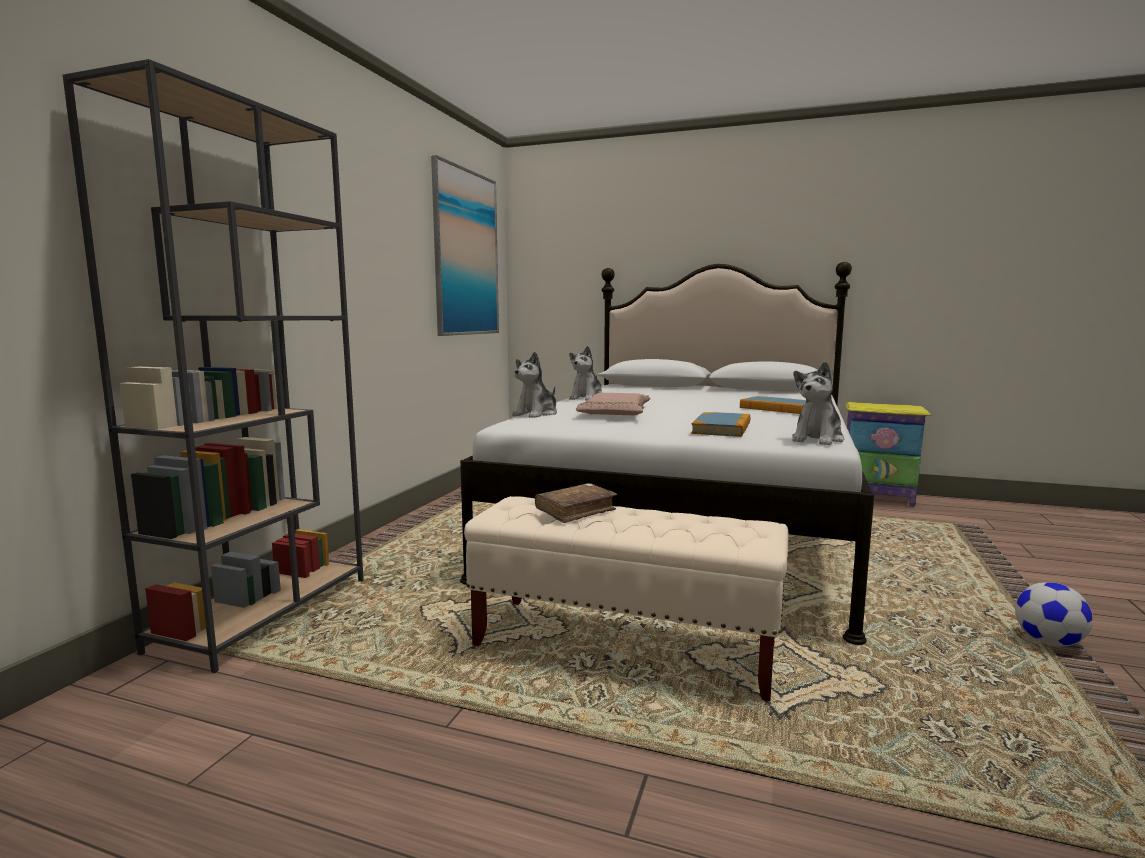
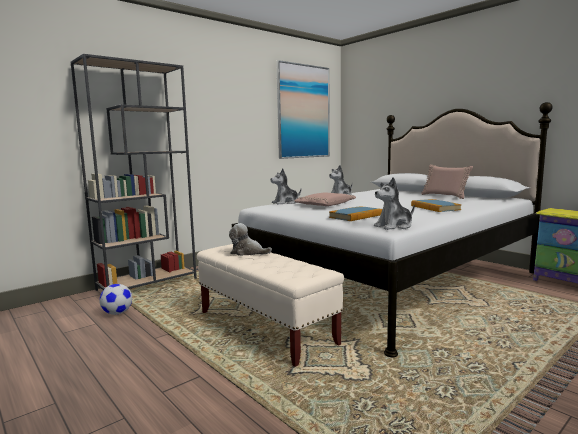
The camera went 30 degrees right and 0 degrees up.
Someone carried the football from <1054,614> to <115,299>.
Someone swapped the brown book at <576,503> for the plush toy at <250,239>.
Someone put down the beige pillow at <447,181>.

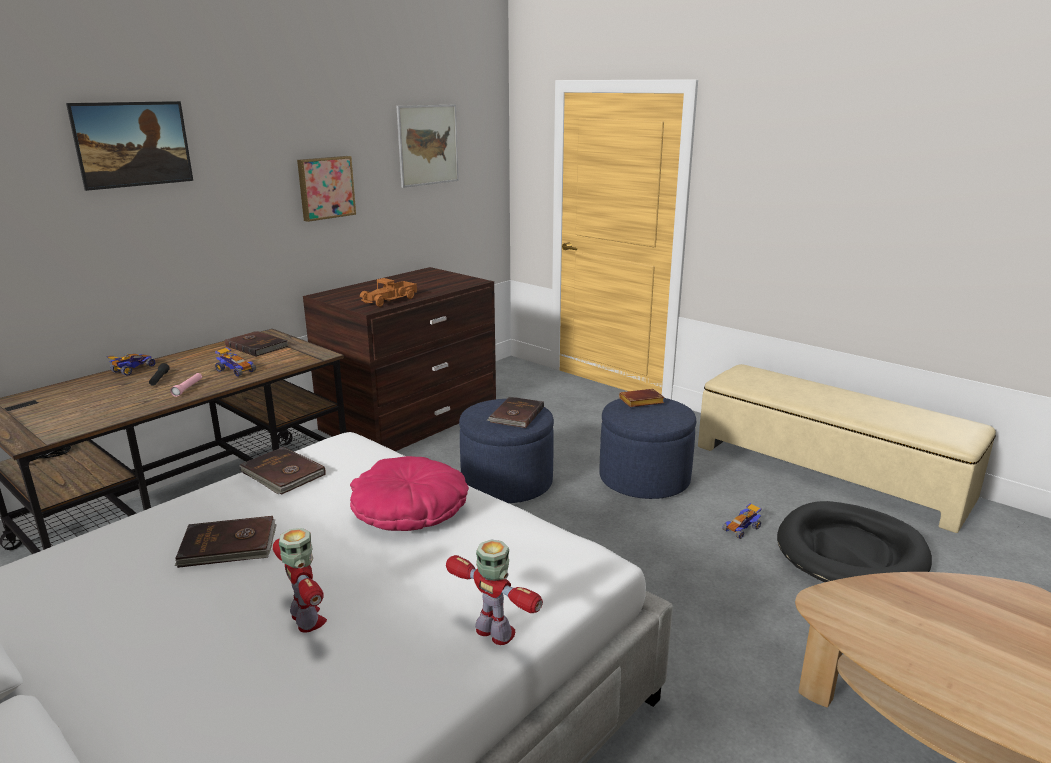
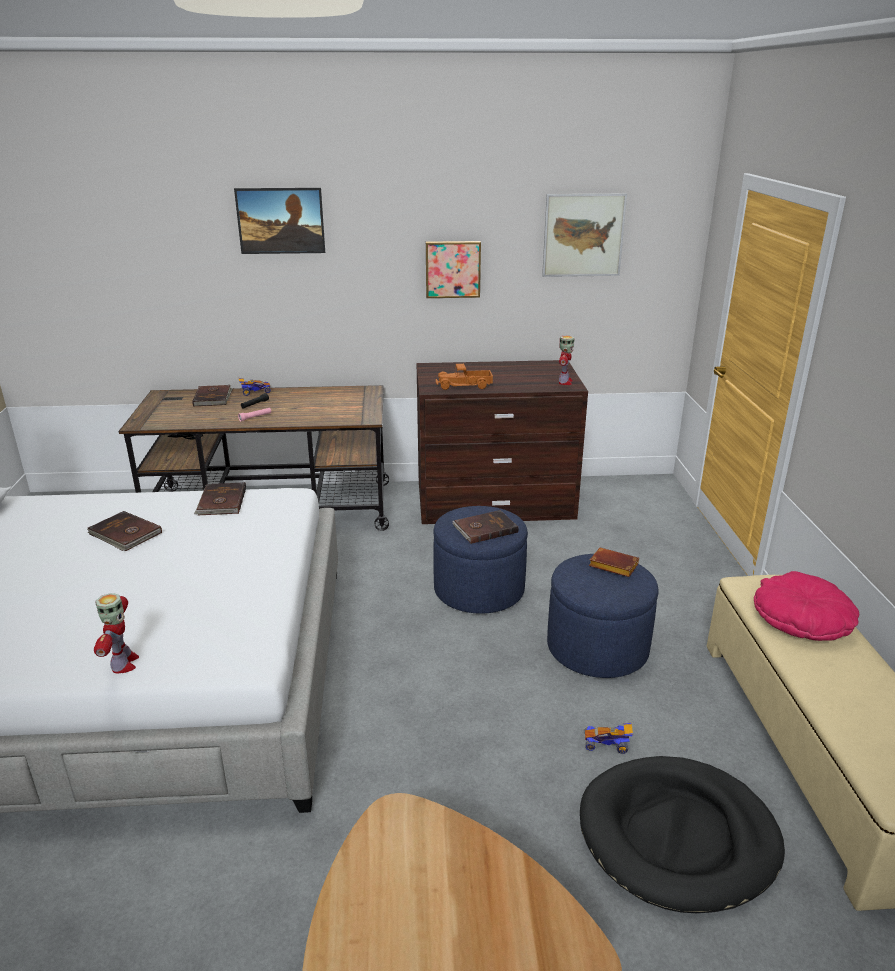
The camera went 45 degrees right and 5 degrees up.
Someone carried the brown book from <256,344> to <212,396>.
Someone carried the toy robot from <300,580> to <567,360>.
Someone carried the pink pillow from <409,493> to <806,606>.
Someone took away the toy car at <235,362>.

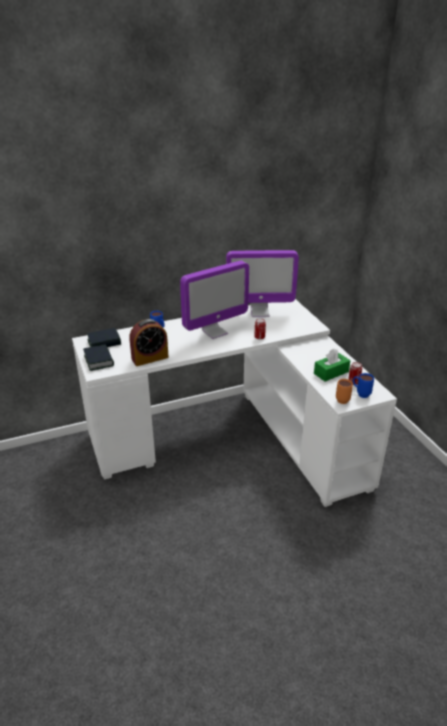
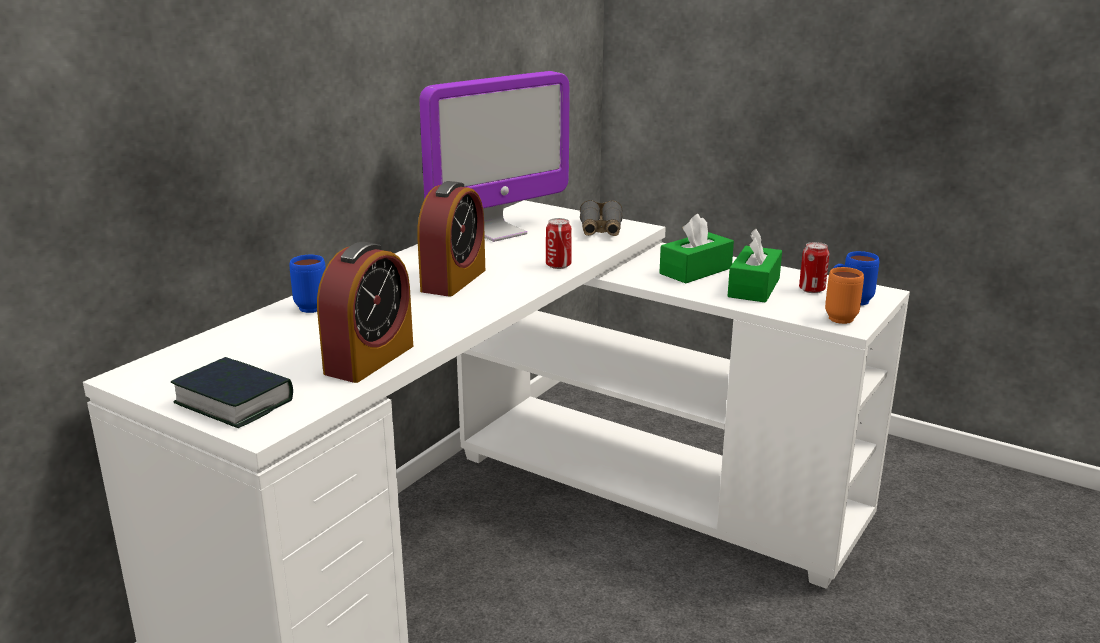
The camera went 35 degrees left and 10 degrees down.
Someone swapped the monitor at <214,299> for the alarm clock at <451,238>.
Someone put down the grey binoculars at <601,218>.
Someone put down the green tissue box at <696,248>.
Someone took away the book at <104,337>.

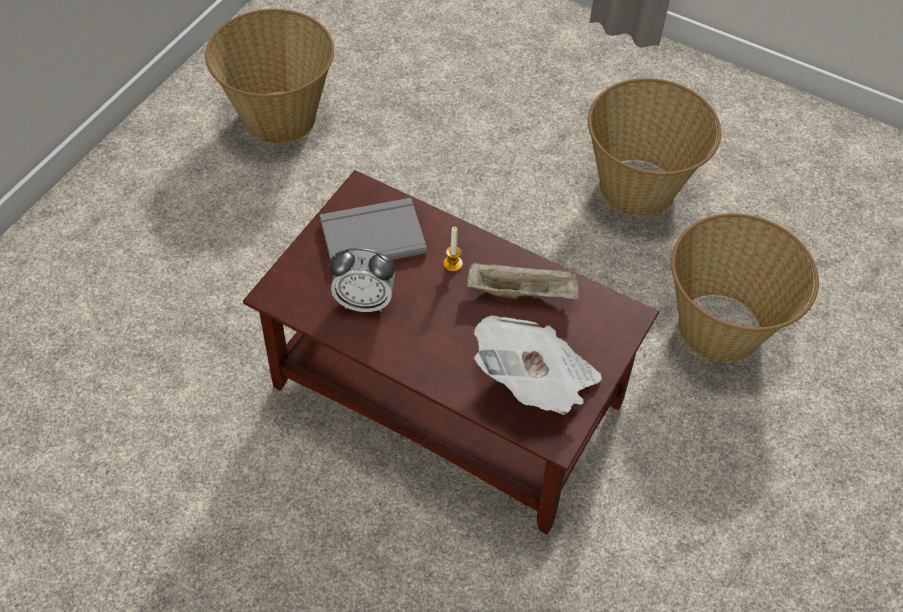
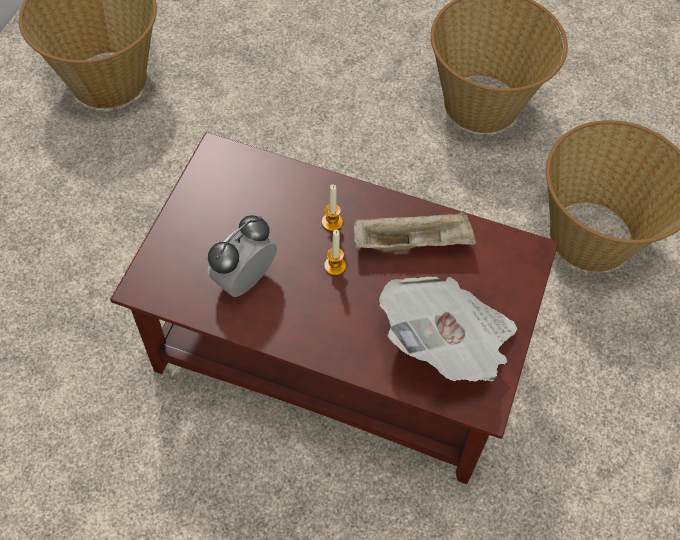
The camera went 10 degrees left and 5 degrees up.
Someone rotated the alarm clock at <362,280> by 135 degrees clockwise.
Someone put down the candle at <335,253>.
Someone took away the grey book at <373,229>.

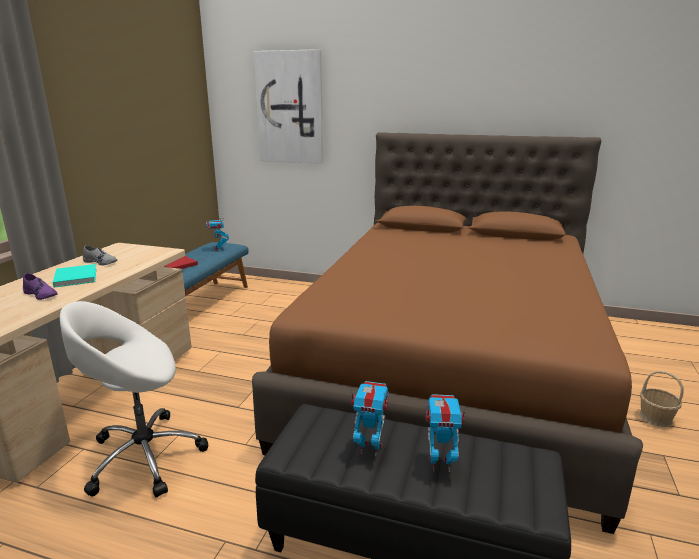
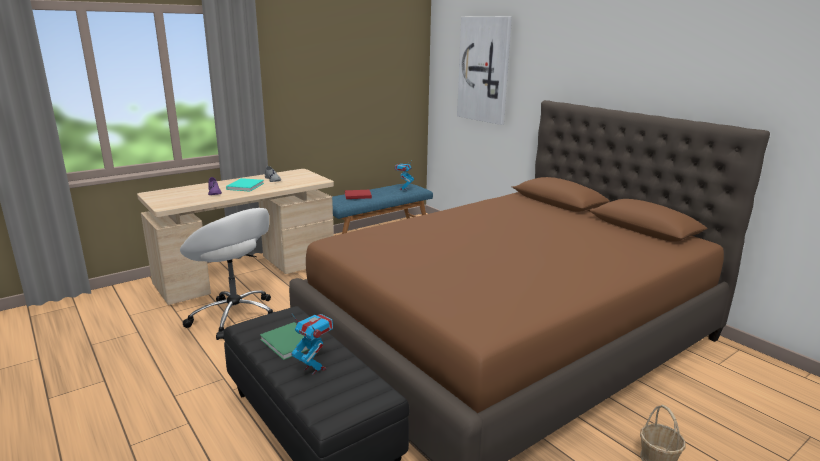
The camera went 35 degrees right and 0 degrees up.
Someone rotated the white office chair at <134,399> by 150 degrees counterclockwise.
Someone swapped the toy robot at <370,419> for the green book at <284,341>.

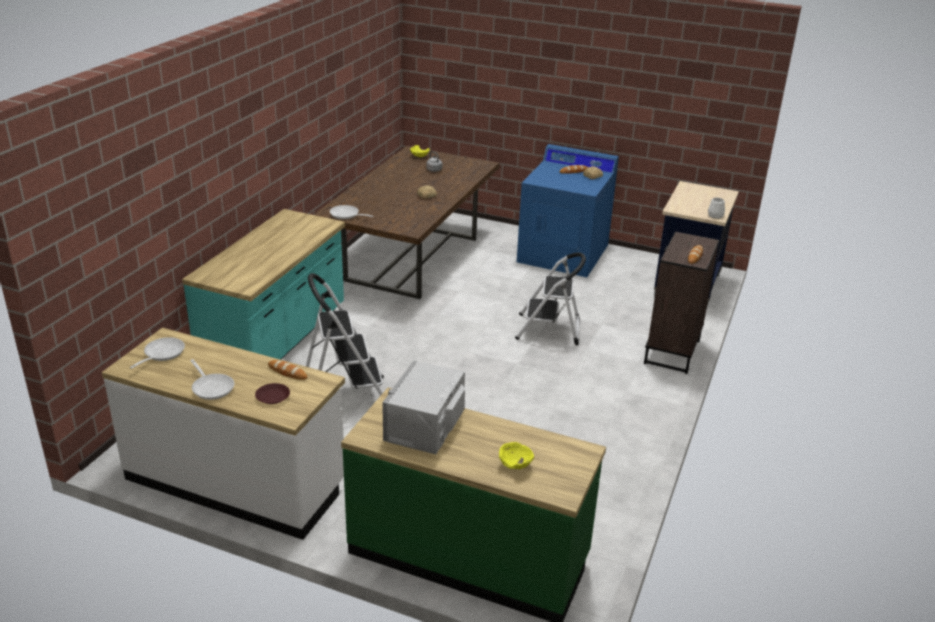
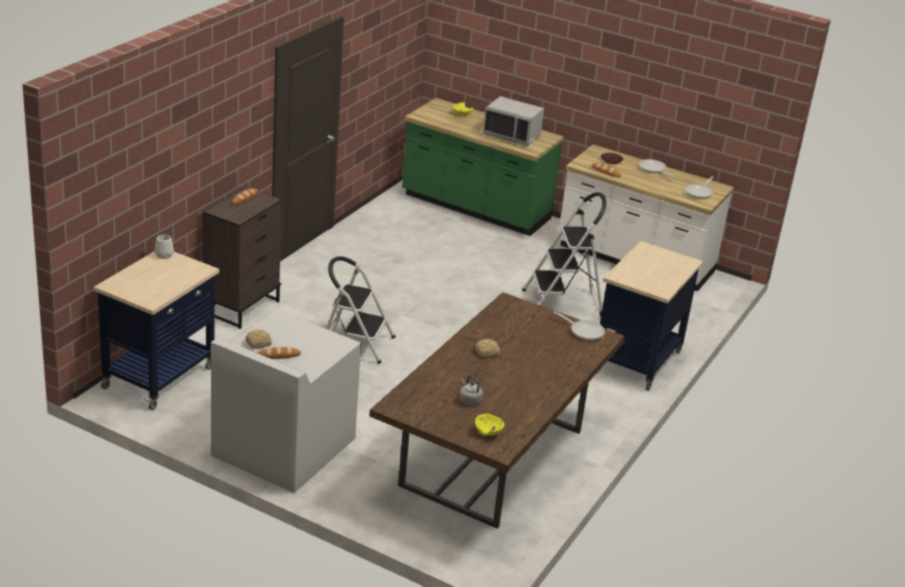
The camera went 175 degrees left and 0 degrees up.
Someone repainted the blue washing machine at <568,210>, which became the white washing machine at <286,401>.
Someone rotated the grey microwave at <423,407> by 90 degrees clockwise.
Someone swapped the turquoise counter at <263,284> for the blue cart at <651,316>.

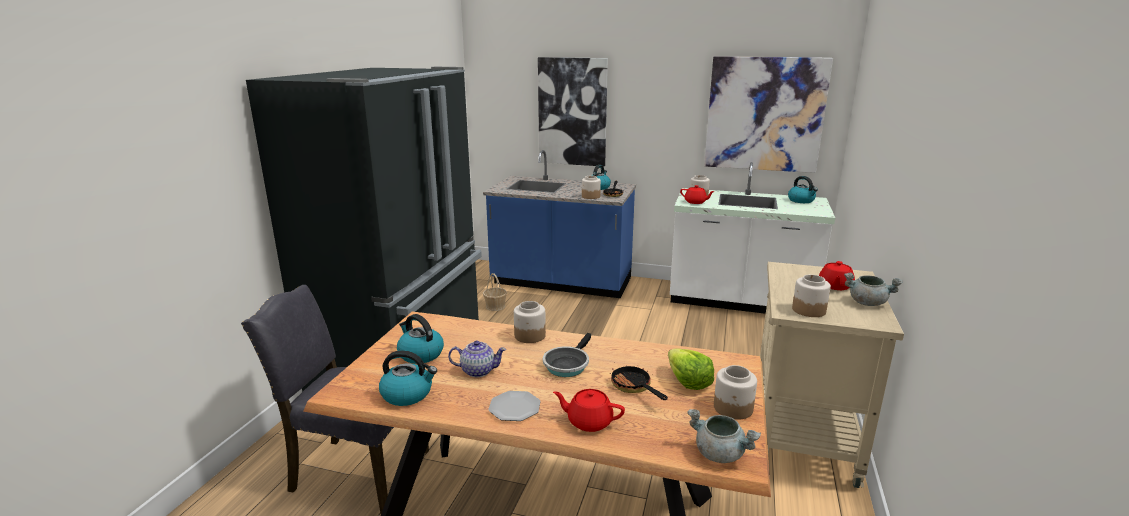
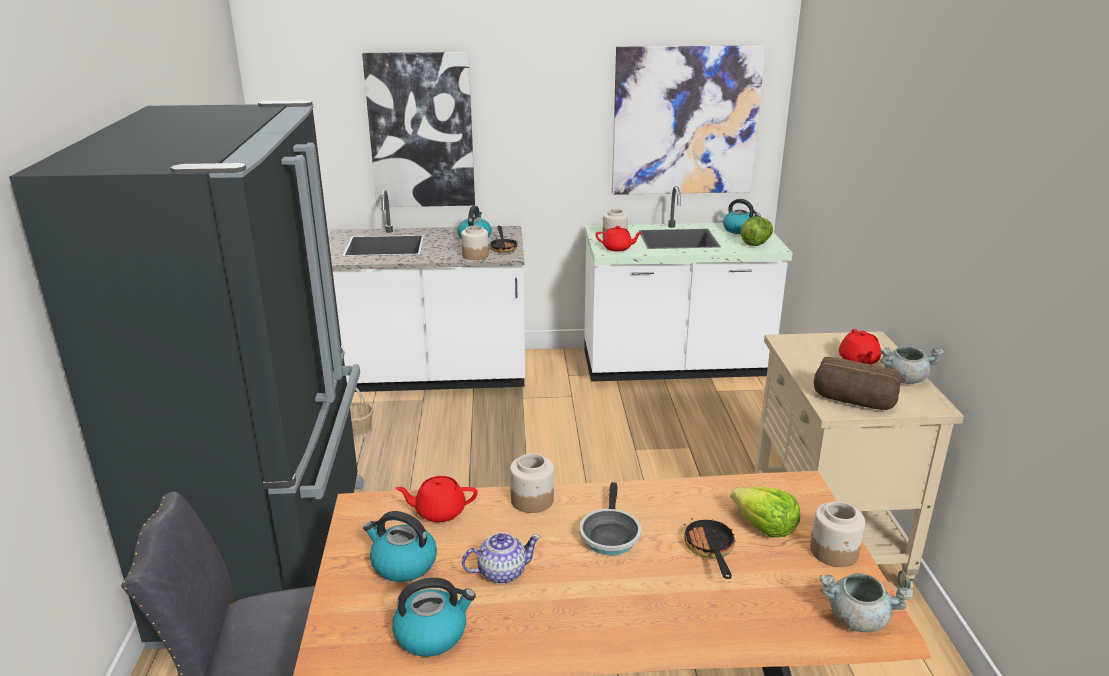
The camera went 20 degrees left and 5 degrees up.
Someone repainted the blue counter at <559,224>, which became the white counter at <426,291>.
Someone carried the red teapot from <589,410> to <436,499>.
Someone rotated the frying pan at <639,382> by 45 degrees clockwise.
Someone put down the lettuce at <756,231>.
Someone swapped the jar at <811,296> for the bread at <857,383>.
Someone took away the plate at <514,406>.

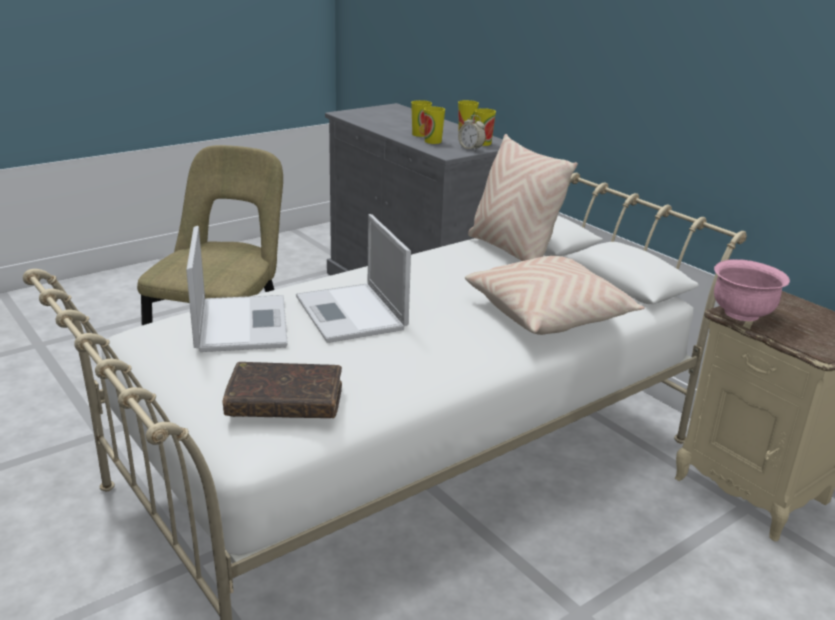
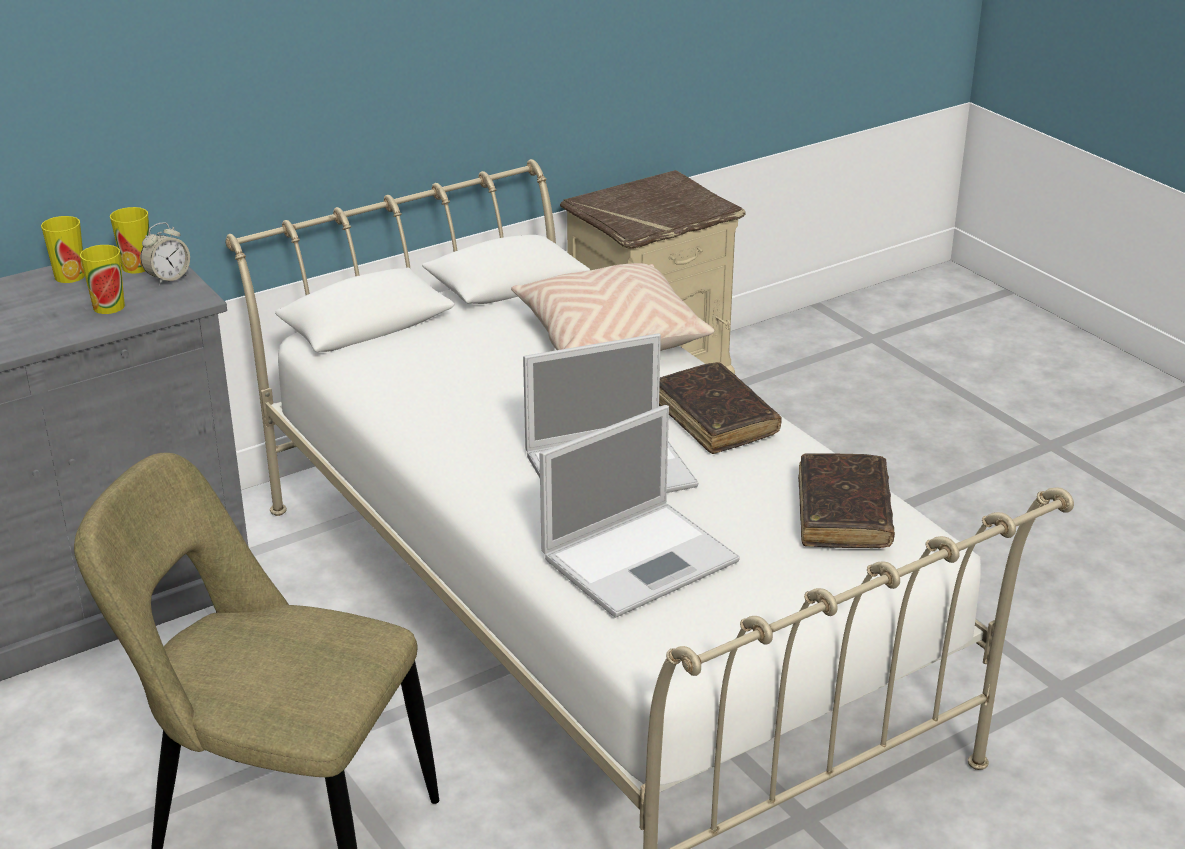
The camera went 85 degrees left and 5 degrees up.
Someone rotated the laptop at <237,289> by 150 degrees clockwise.
Someone put down the brown book at <720,408>.
Someone took away the cup at <421,118>.
Someone took away the beige pillow at <523,197>.
Someone took away the pink bowl at <752,290>.

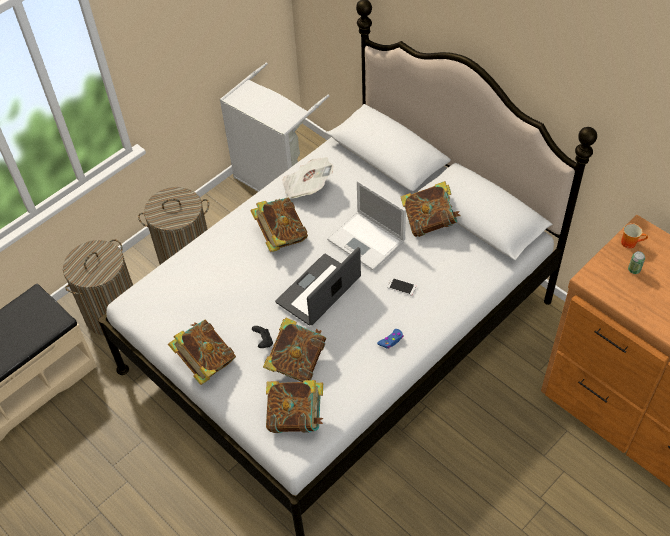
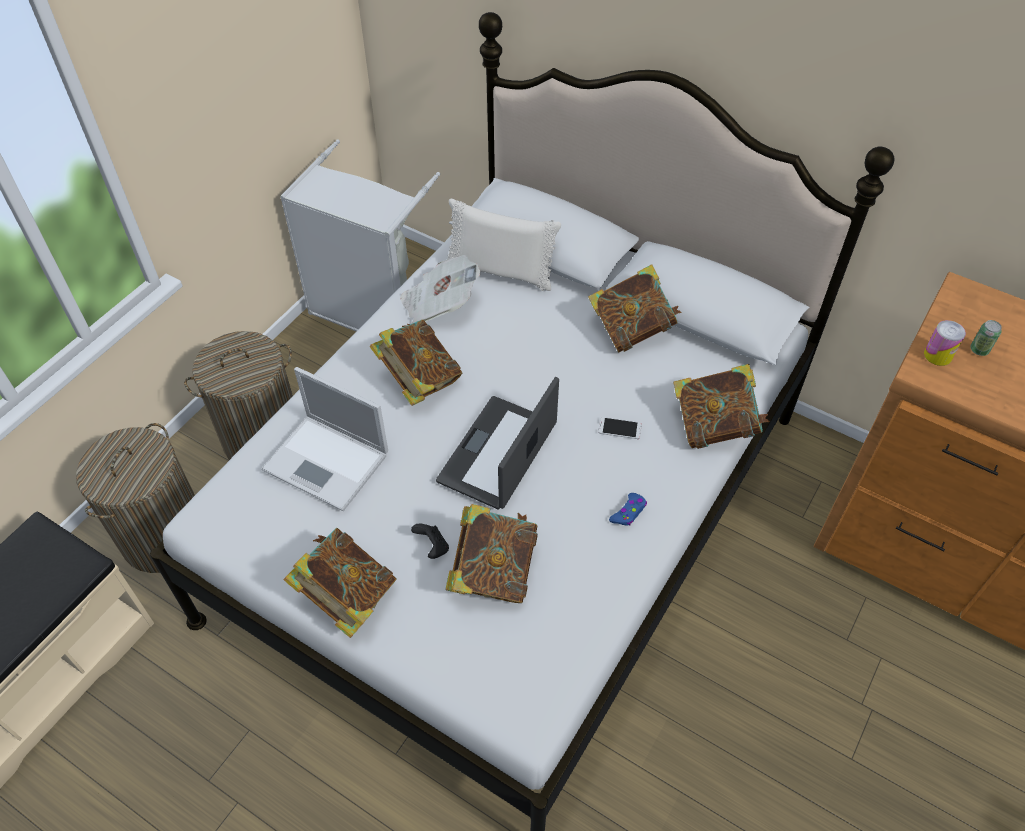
The camera went 15 degrees left and 0 degrees up.
Someone carried the laptop from <366,225> to <324,439>.
Someone put down the white pillow at <504,245>.
Someone carried the book from <294,406> to <721,406>.
Someone put down the can at <945,343>.
Someone took away the mug at <634,235>.

